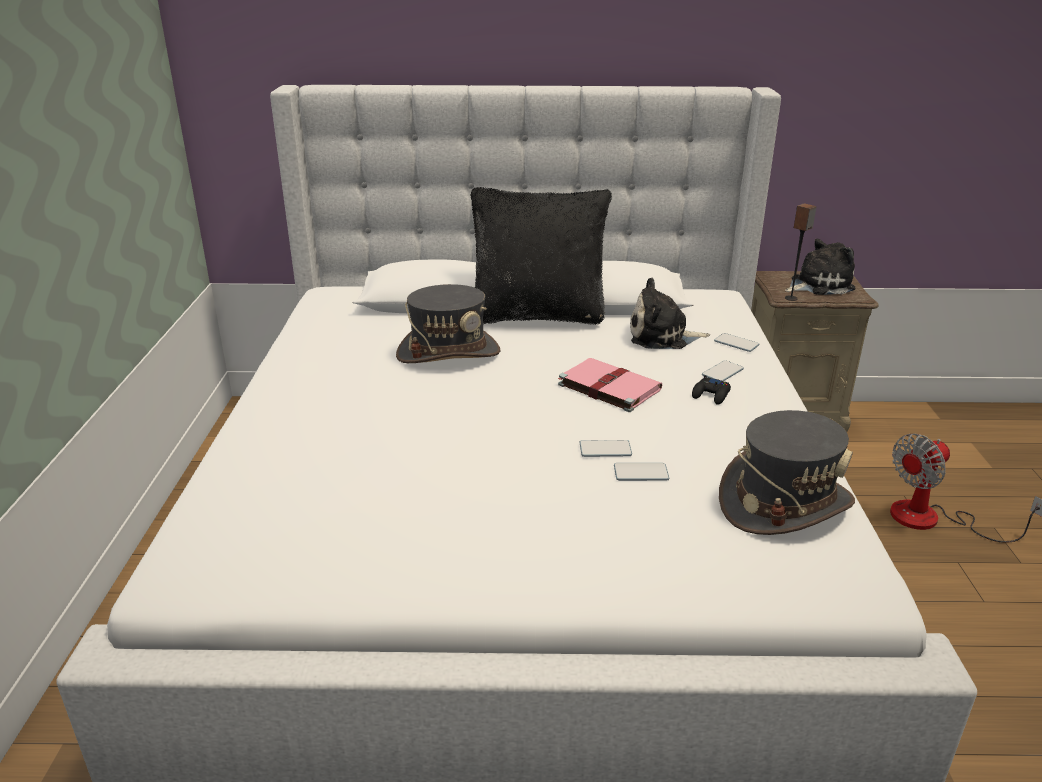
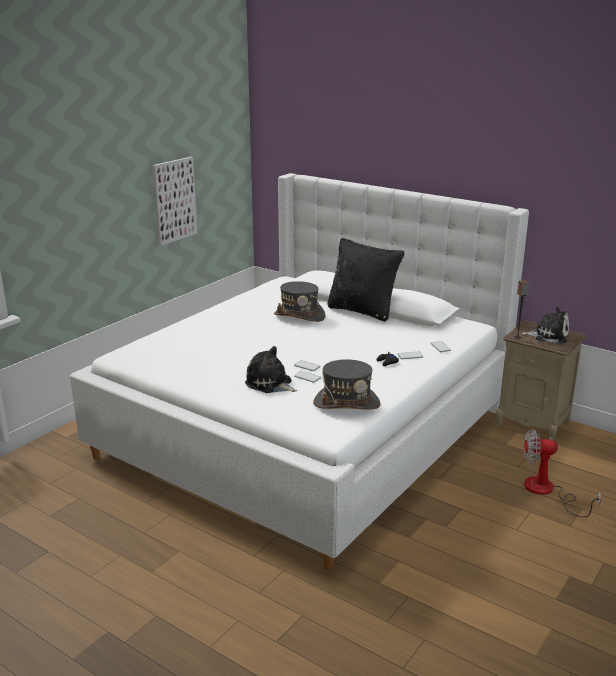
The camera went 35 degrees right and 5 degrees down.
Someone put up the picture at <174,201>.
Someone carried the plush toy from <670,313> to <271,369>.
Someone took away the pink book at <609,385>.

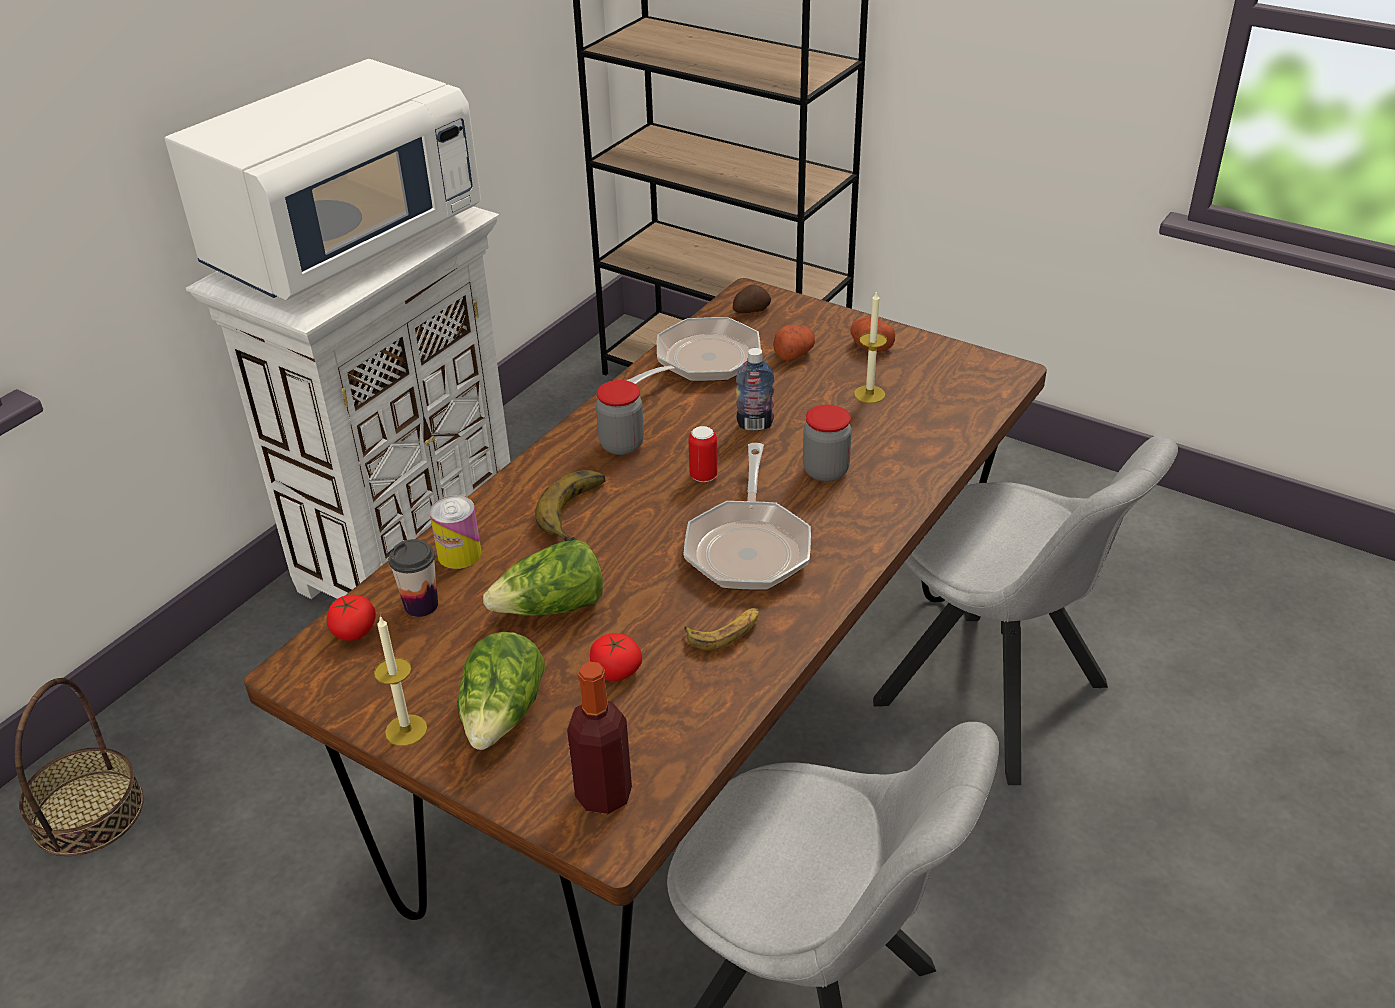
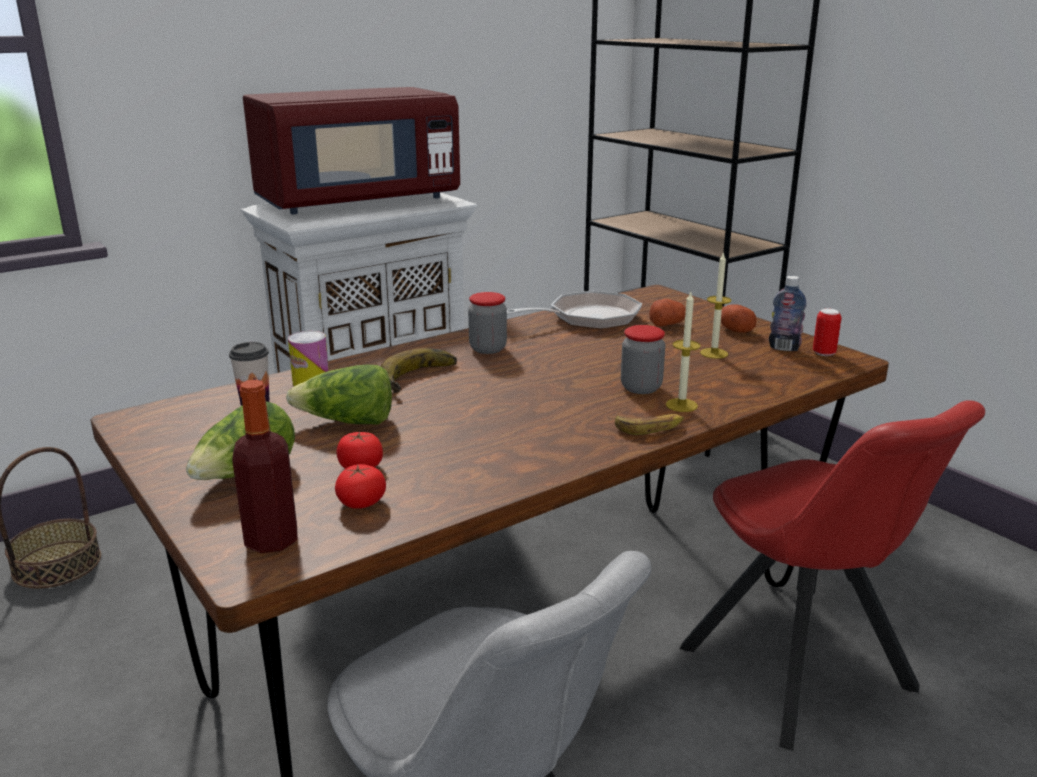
The camera went 20 degrees right and 15 degrees down.
Someone repainted the white microwave at <323,179>, which became the red microwave at <351,150>.
Someone carried the tomato from <351,618> to <360,486>.
Someone carried the banana from <722,629> to <649,424>.
Someone carried the candle from <400,681> to <683,352>.
Someone repainted the grey chair at <1025,610>, which became the red chair at <832,575>.
Someone carried the bottle from <755,389> to <787,313>.
Someone carried the can from <703,454> to <827,332>.
Someone took away the frying pan at <747,517>.
Someone took away the potato at <752,299>.

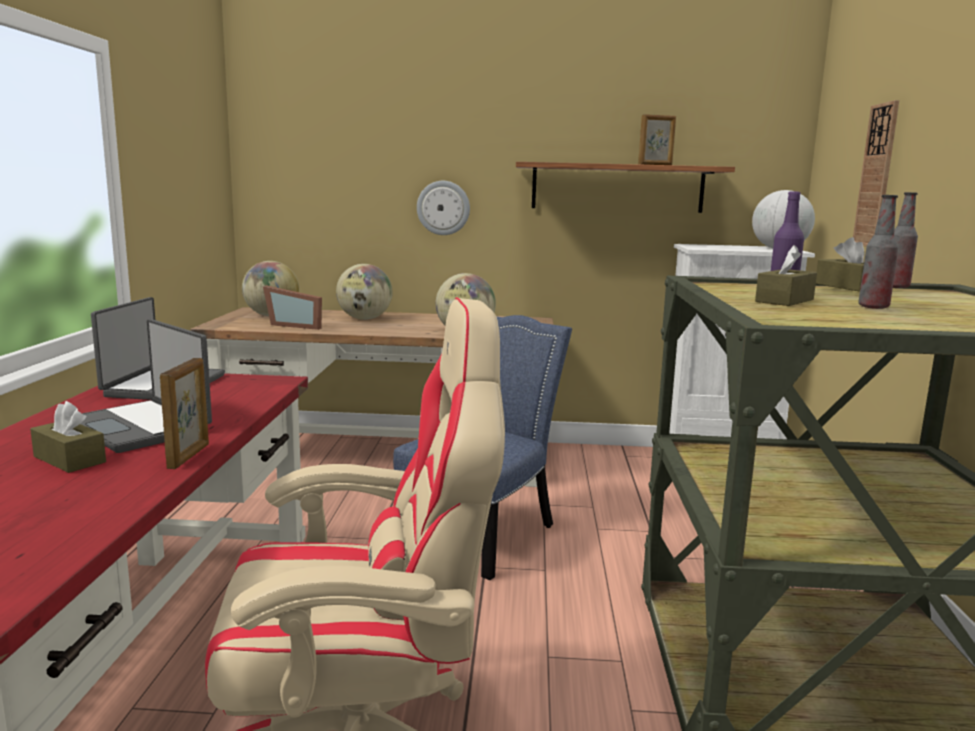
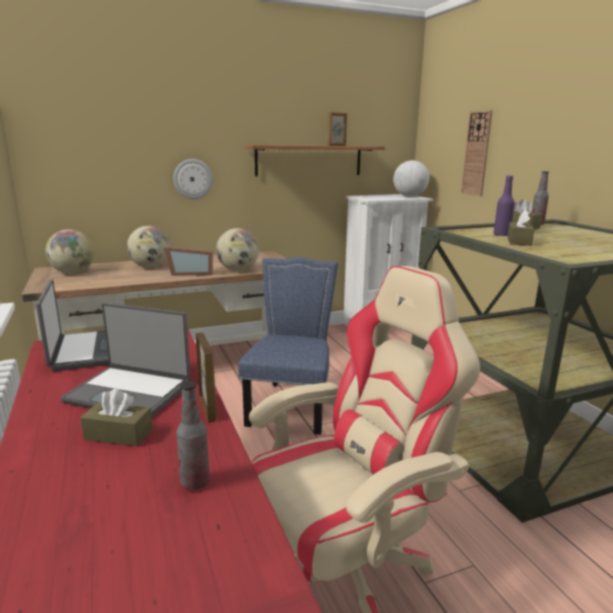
The camera went 25 degrees left and 5 degrees up.
Someone carried the picture frame from <292,307> to <188,261>.
Someone carried the bottle from <878,252> to <193,435>.

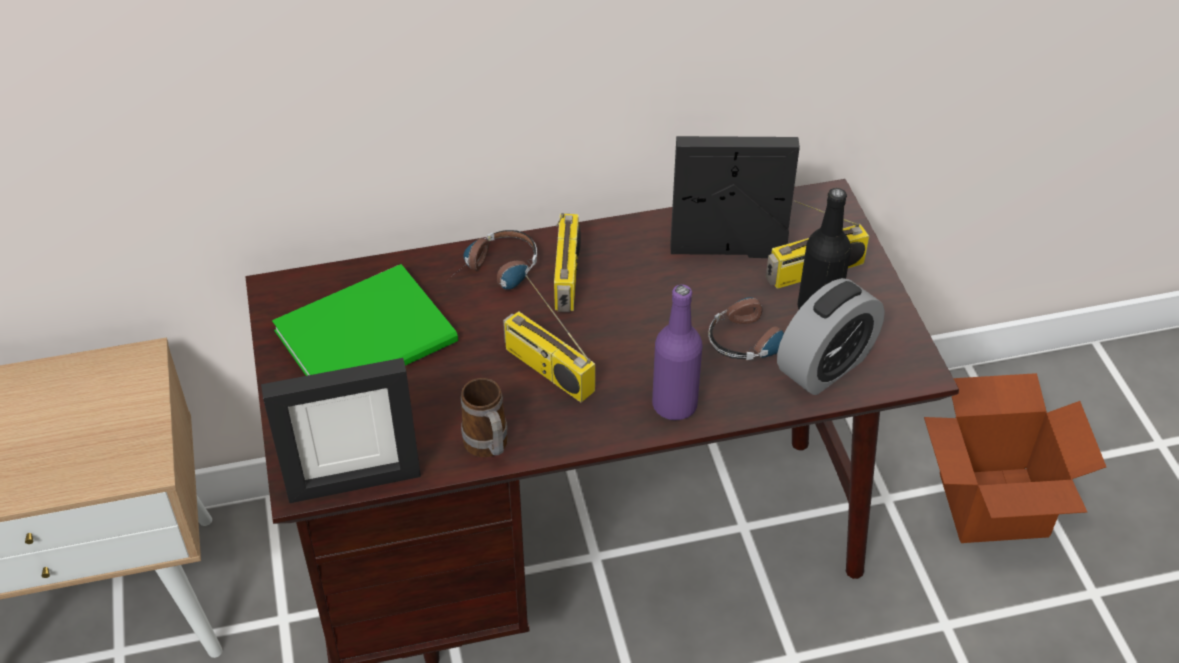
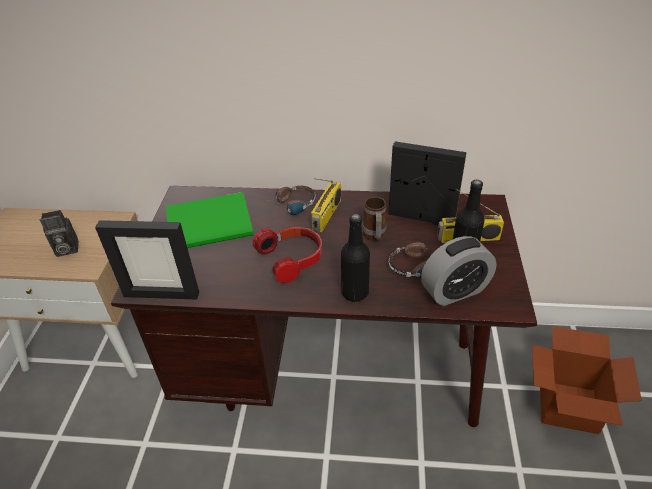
The camera went 20 degrees right and 5 degrees down.
Someone put down the photo camera at <59,233>.
Someone swapped the radio at <549,339> for the headphones at <287,255>.
Someone repainted the purple bottle at <677,352>, which became the black bottle at <355,257>.
Someone carried the mug from <484,417> to <374,219>.

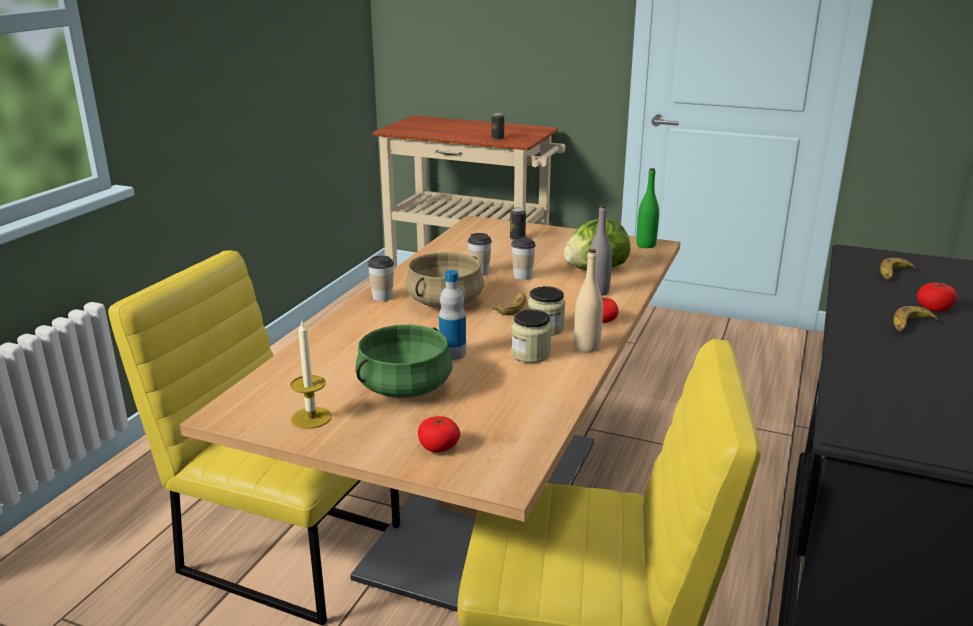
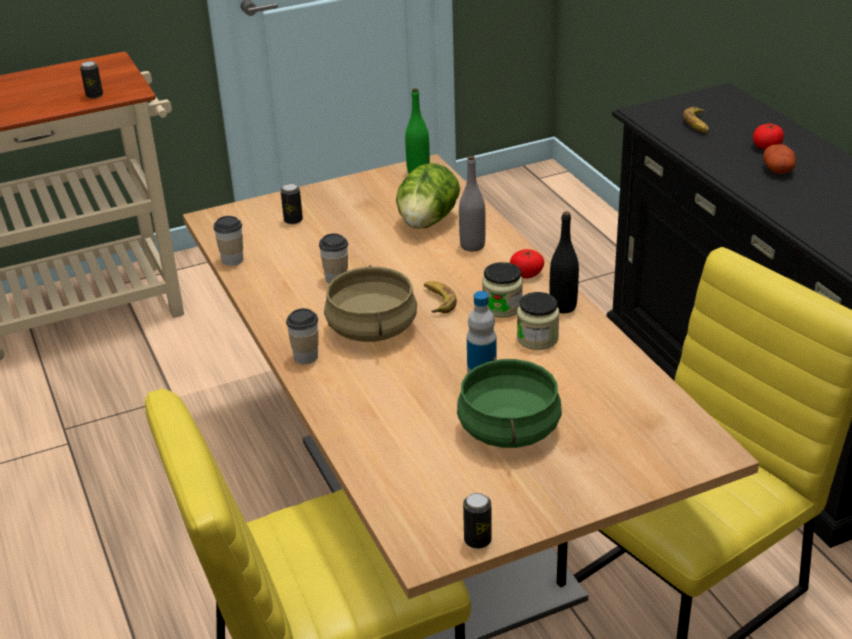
The camera went 45 degrees left and 10 degrees up.
Someone carried the cup from <523,258> to <228,241>.
Someone put down the can at <477,521>.
Someone repainted the beige bottle at <588,301>, which became the black bottle at <564,262>.
Someone swapped the banana at <915,319> for the potato at <779,159>.
Someone took away the candle at <311,375>.
Someone took away the tomato at <439,434>.

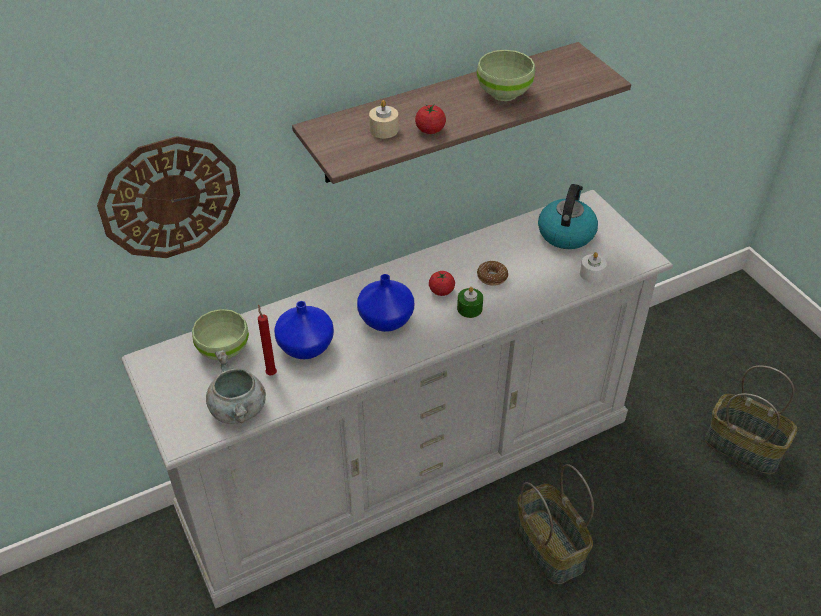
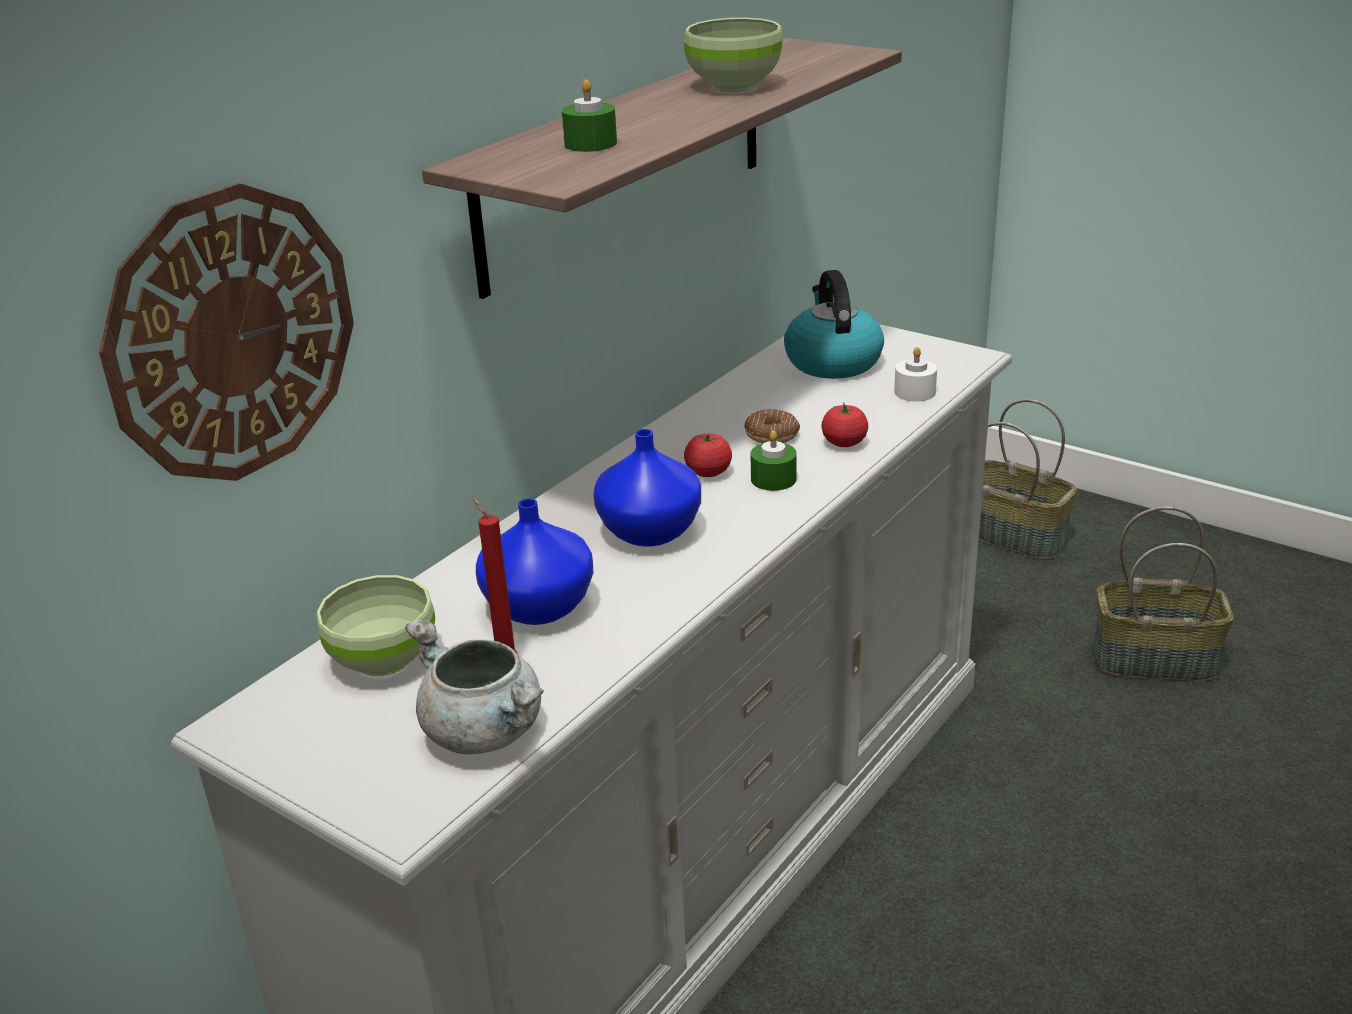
The camera went 25 degrees left and 15 degrees down.
Someone repainted the beige candle at <383,119>, which became the green candle at <589,115>.
Someone carried the tomato from <430,119> to <844,424>.
Someone carried the basket from <555,524> to <1027,479>.

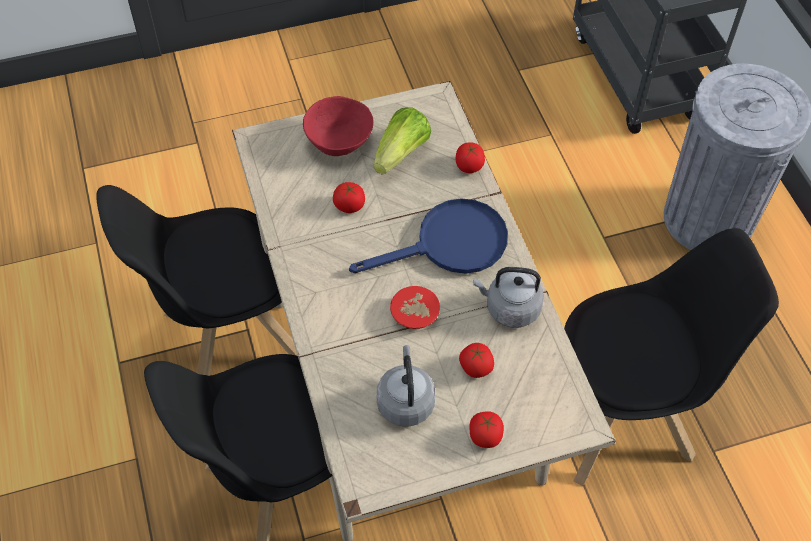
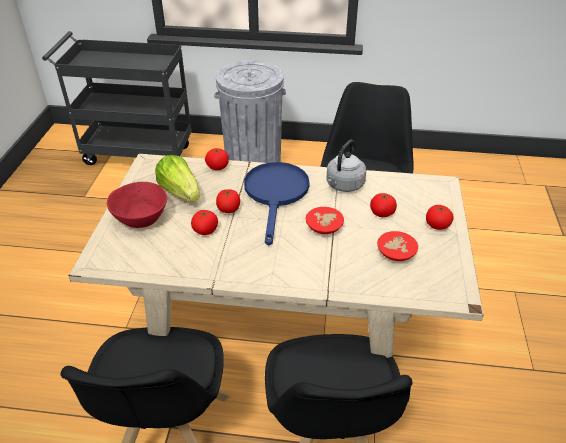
The camera went 65 degrees left and 15 degrees down.
Someone put down the tomato at <228,201>.
Someone swapped the grey kettle at <406,386> for the red bowl at <397,246>.

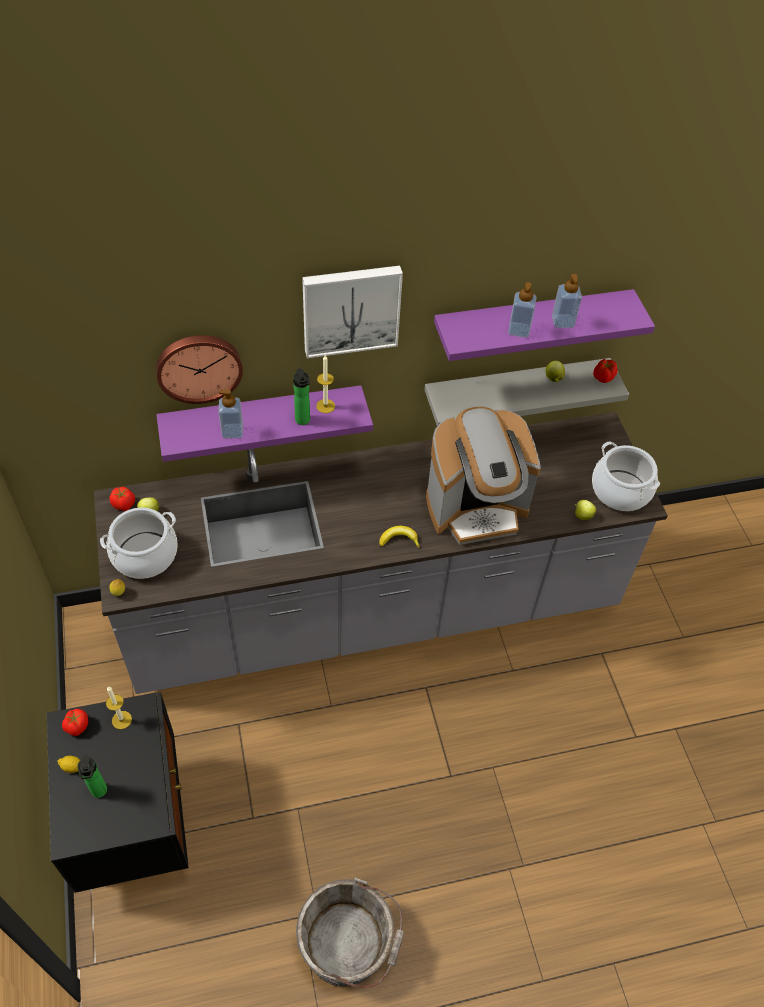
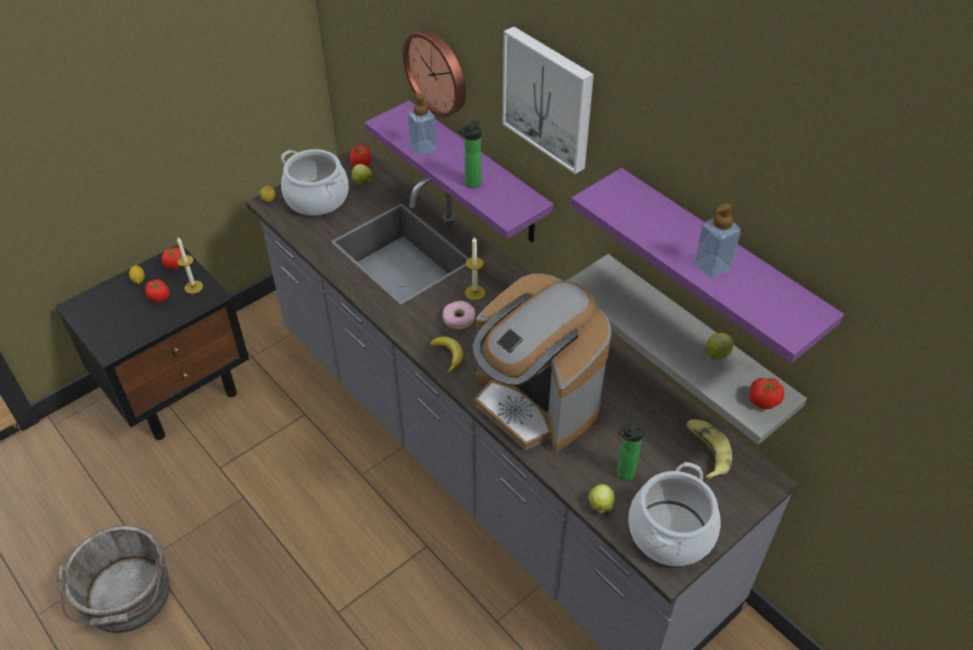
The camera went 65 degrees right and 5 degrees down.
Someone put down the tomato at <157,290>.
Someone put down the donut at <458,315>.
Someone carried the candle from <325,384> to <475,268>.
Someone carried the bottle from <92,776> to <630,450>.
Someone put down the banana at <709,449>.
Someone took away the soap dispenser at <522,310>.

